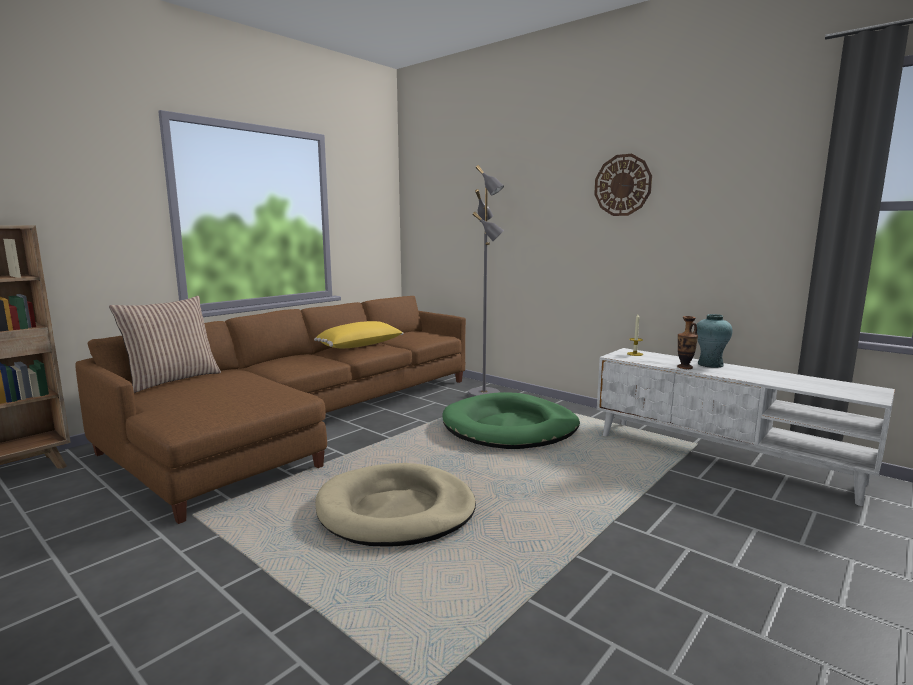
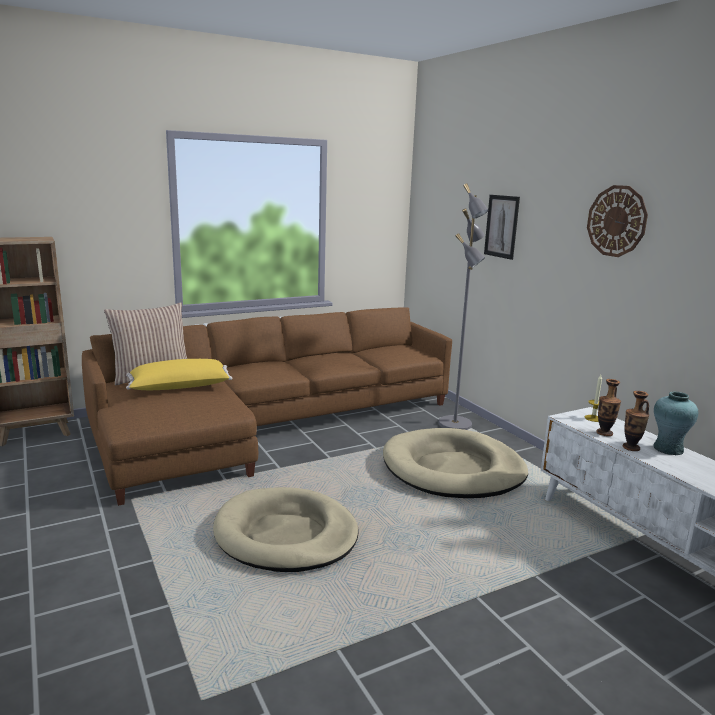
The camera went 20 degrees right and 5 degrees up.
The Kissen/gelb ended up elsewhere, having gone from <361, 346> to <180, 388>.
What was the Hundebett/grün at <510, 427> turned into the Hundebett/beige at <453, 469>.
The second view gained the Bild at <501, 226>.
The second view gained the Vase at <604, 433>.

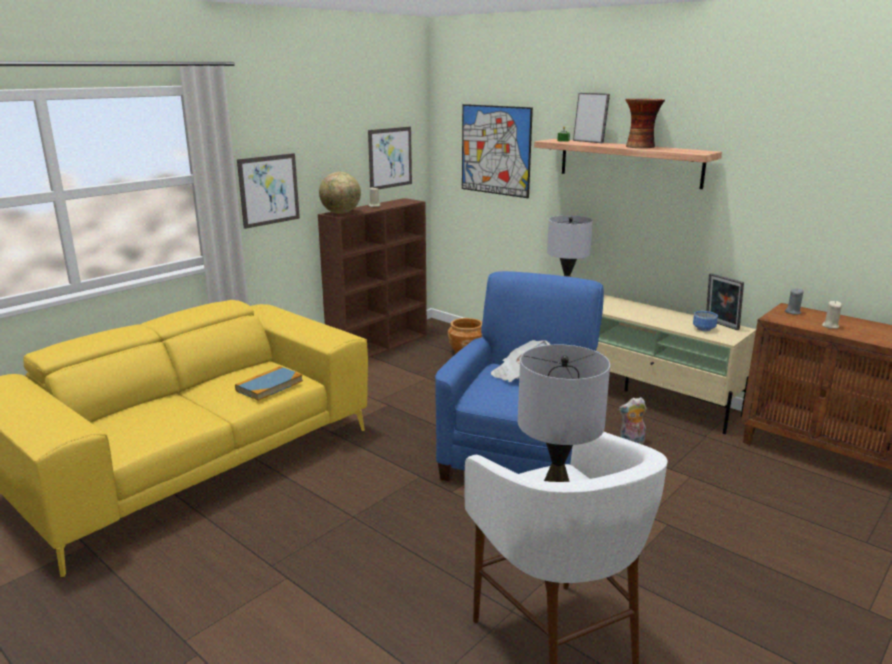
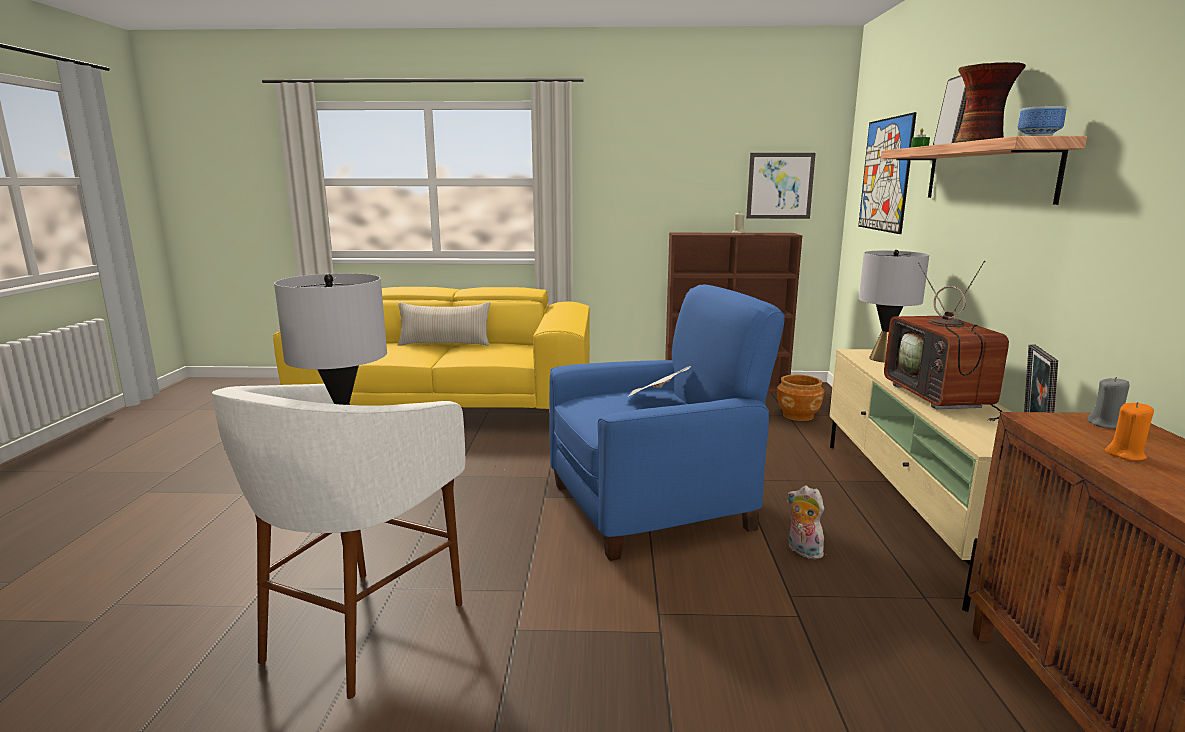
The camera went 50 degrees right and 5 degrees down.
The second view lost the Bild at <269, 190>.
The second view lost the Globus at <341, 213>.
What was the Kerze/beige at <830, 326> turned into the Kerze/orange at <1125, 455>.
The Schüssel ended up elsewhere, having gone from <704, 328> to <1040, 136>.
The second view lost the Buch at <269, 386>.
The second view gained the Fernseher at <942, 397>.
The second view gained the Kissen/beige at <445, 344>.

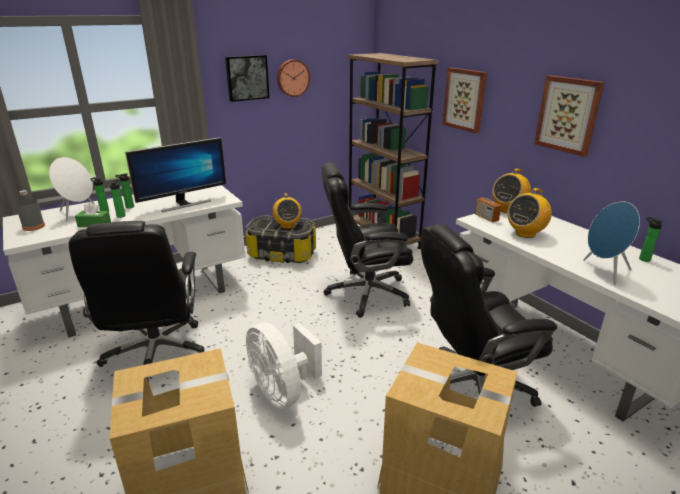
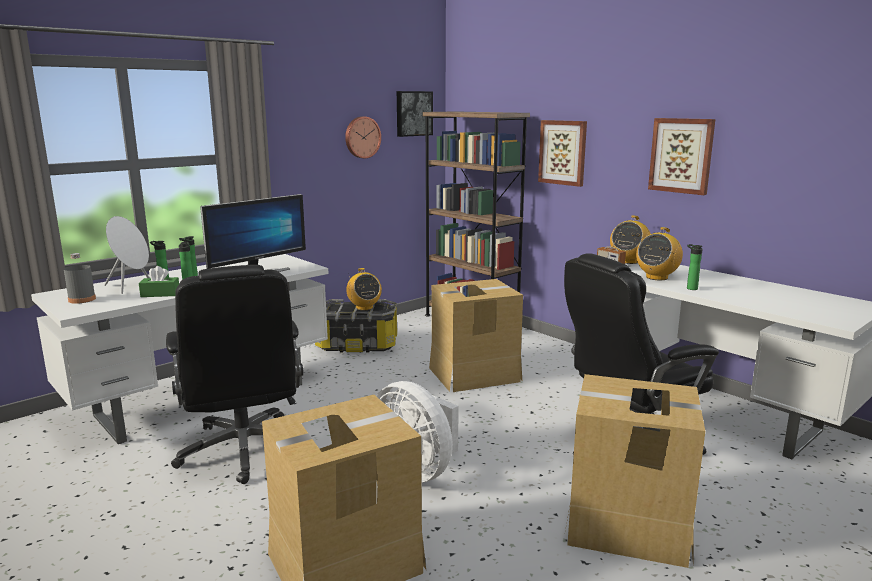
The camera went 10 degrees left and 10 degrees down.
The Bild ended up elsewhere, having gone from <247, 77> to <413, 113>.
Where the Bürostuhl/schwarz stood at <365, 293>, the Karton came to stand at <474, 374>.
The second view lost the Lautsprecher/blau at <604, 272>.
The Flasche ended up elsewhere, having gone from <643, 259> to <690, 288>.

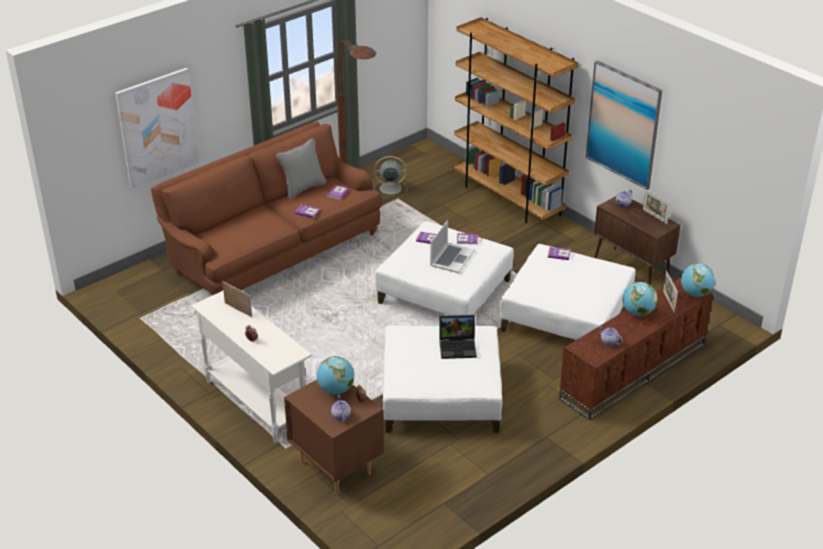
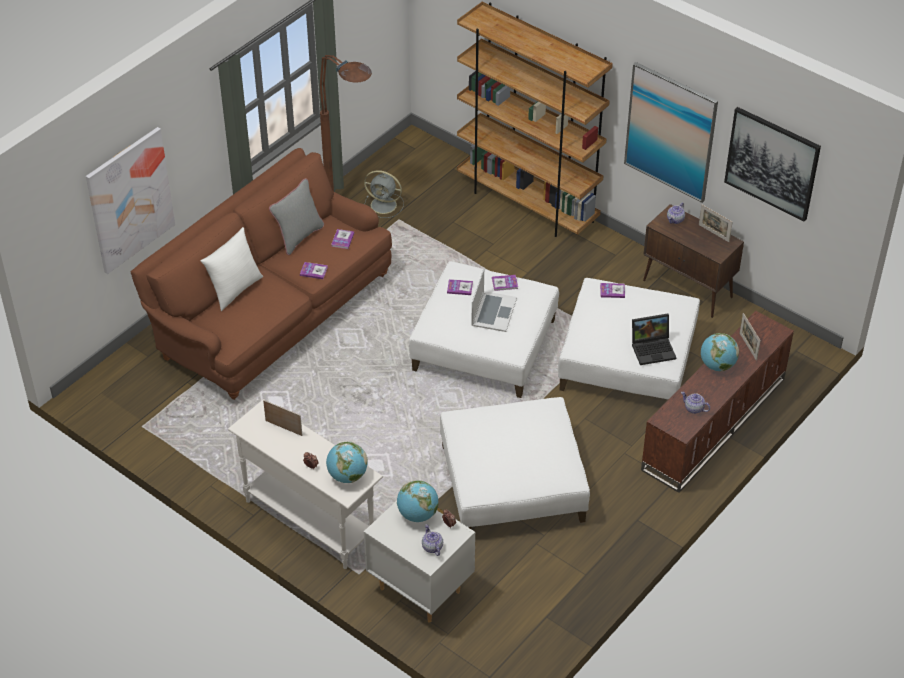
The camera went 10 degrees left and 10 degrees up.
The Ventilator/grau at <389, 188> ended up facing another way, 150 degrees counterclockwise from before.
The Globus ended up elsewhere, having gone from <695, 294> to <347, 476>.
The Laptop ended up elsewhere, having gone from <458, 347> to <653, 348>.
What was the Nachttisch/braun at <336, 467> turned into the Nachttisch/weiß at <420, 589>.
The second view gained the Bild at <772, 163>.
The second view gained the Kissen/weiß at <235, 289>.

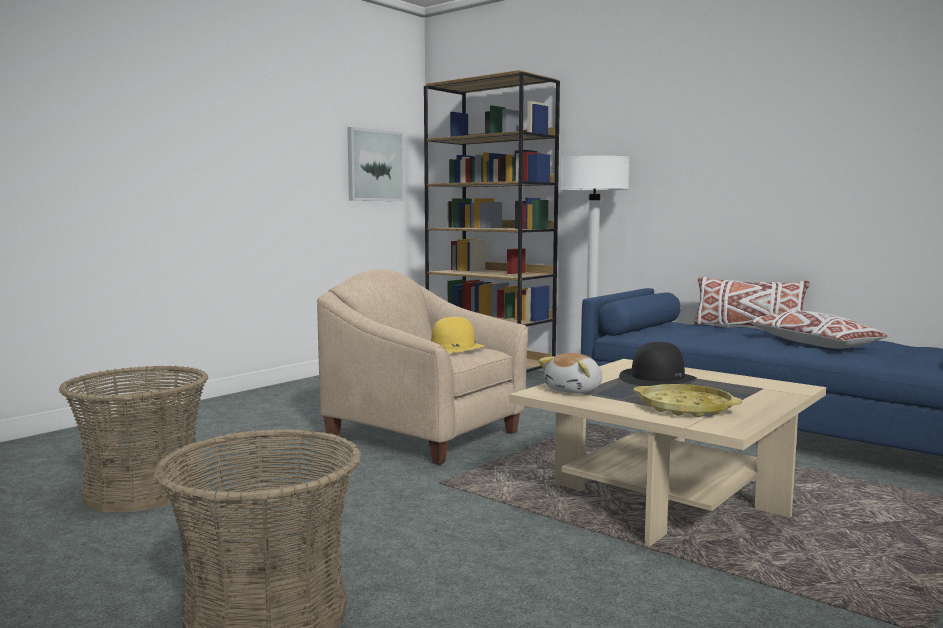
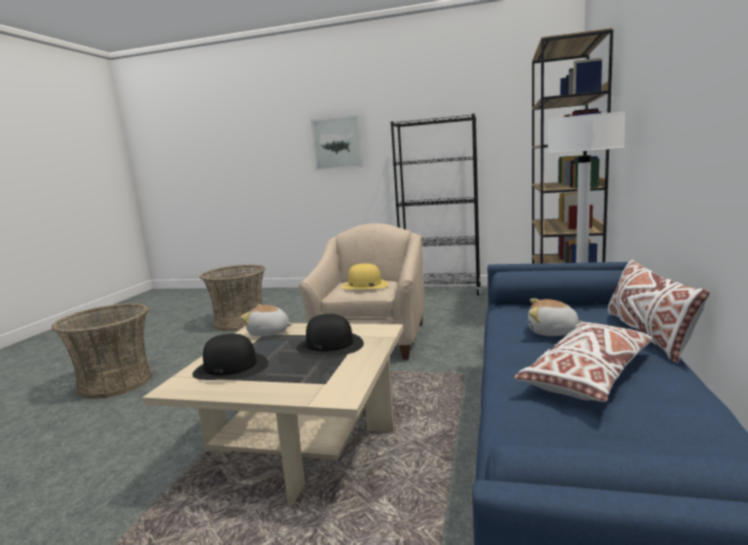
The camera went 65 degrees right and 5 degrees up.
The Bild ended up elsewhere, having gone from <374, 165> to <337, 143>.
Where the Tablett/gelb stood at <685, 408>, the Hut/schwarz came to stand at <231, 368>.
The second view gained the Bücherregal/schwarz at <441, 291>.
The second view gained the Plüschtier at <552, 332>.

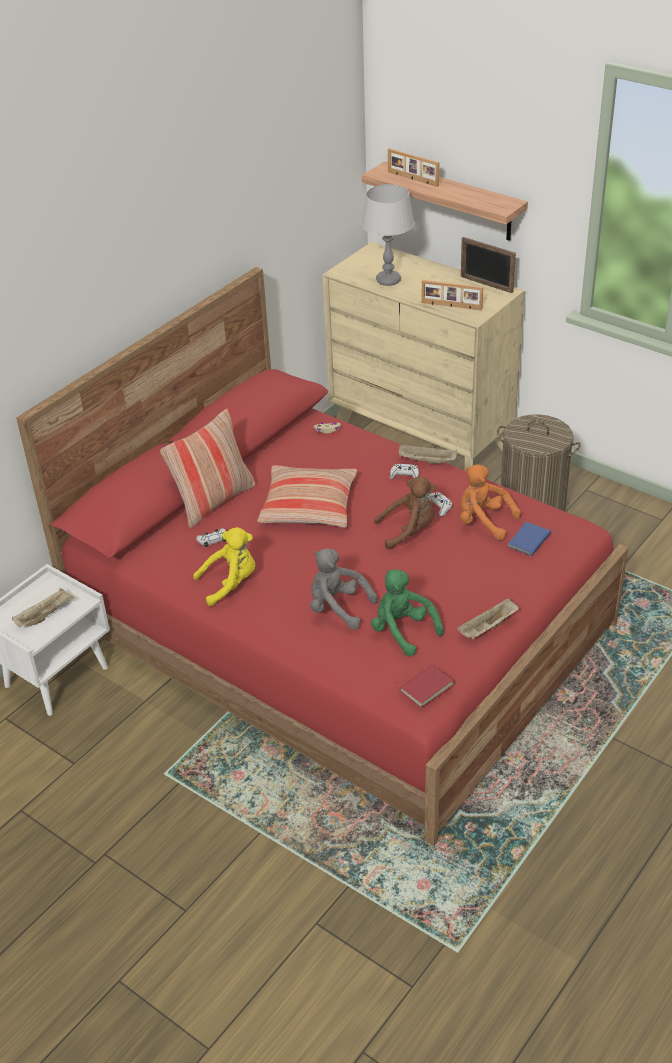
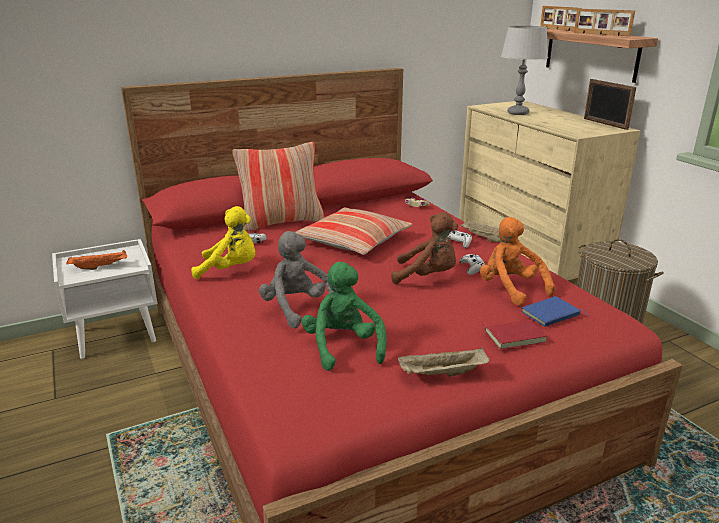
The camera went 25 degrees right and 15 degrees down.
The Bilderrahmen ended up elsewhere, having gone from <451, 306> to <601, 34>.
What was the Tablett/beige at <45, 615> turned into the Tablett/orange at <100, 267>.
The Buch/rot ended up elsewhere, having gone from <425, 687> to <514, 336>.

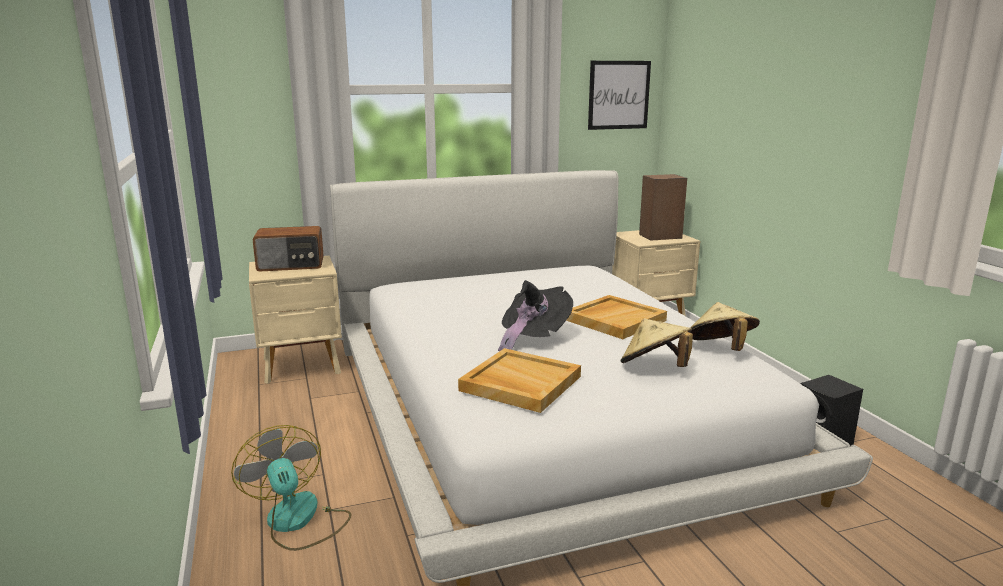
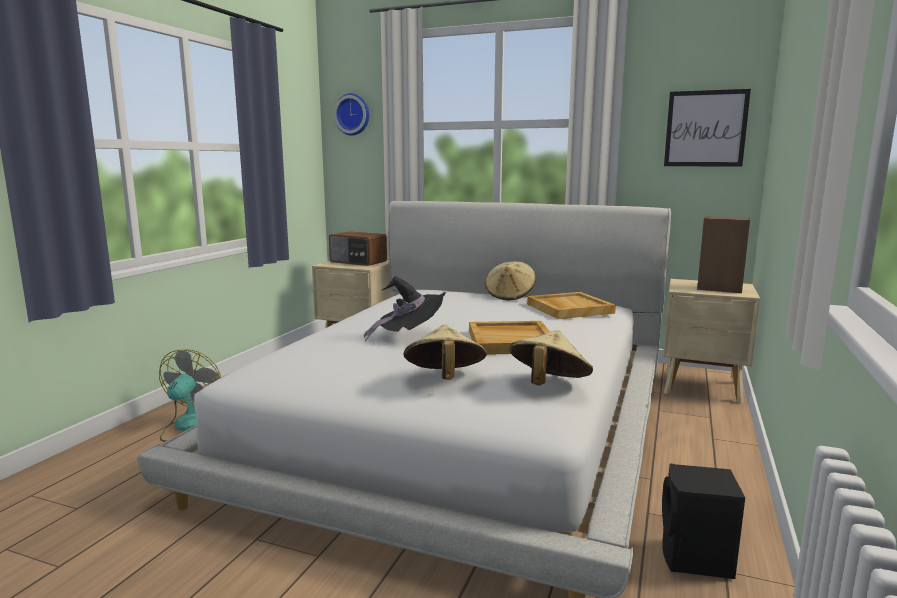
The camera went 40 degrees right and 5 degrees down.
The Tablett/beige ended up elsewhere, having gone from <519, 383> to <568, 308>.
The second view gained the Wanduhr at <353, 114>.
The second view gained the Hut/beige at <510, 296>.

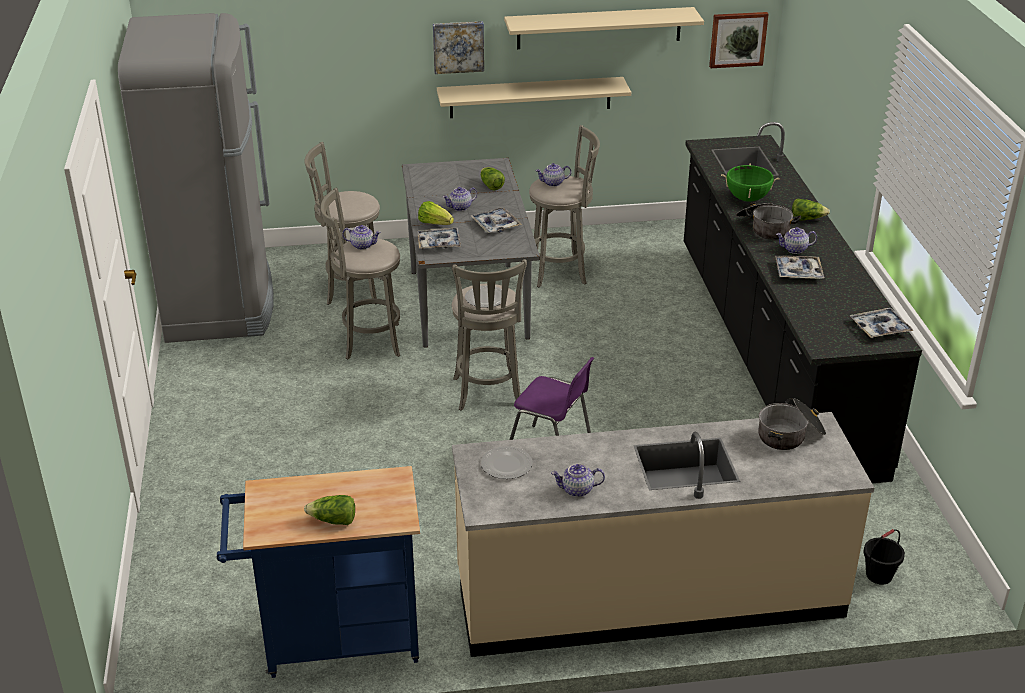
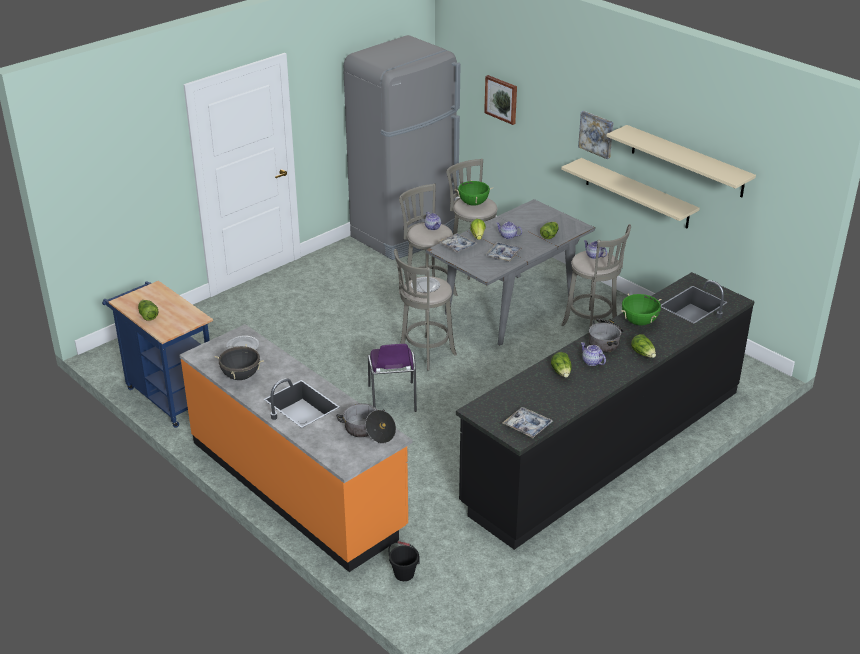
The camera went 55 degrees right and 0 degrees up.
The Bild ended up elsewhere, having gone from <737, 39> to <501, 99>.
Where the Tablett stood at <798, 272>, the Salatkopf came to stand at <561, 372>.
What was the Küchenzeile/beige at <648, 595> turned into the Küchenzeile/orange at <297, 485>.
Where the Teekanne stood at <577, 490>, the Kochtopf/schwarz came to stand at <241, 376>.
The second view gained the Kochtopf/grün at <473, 203>.

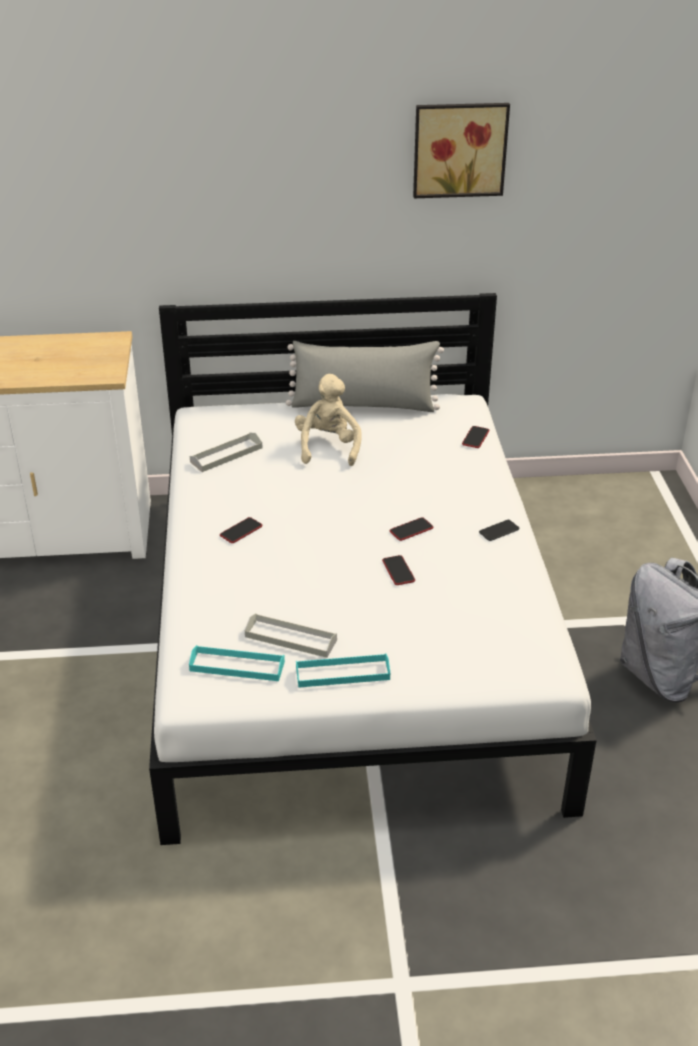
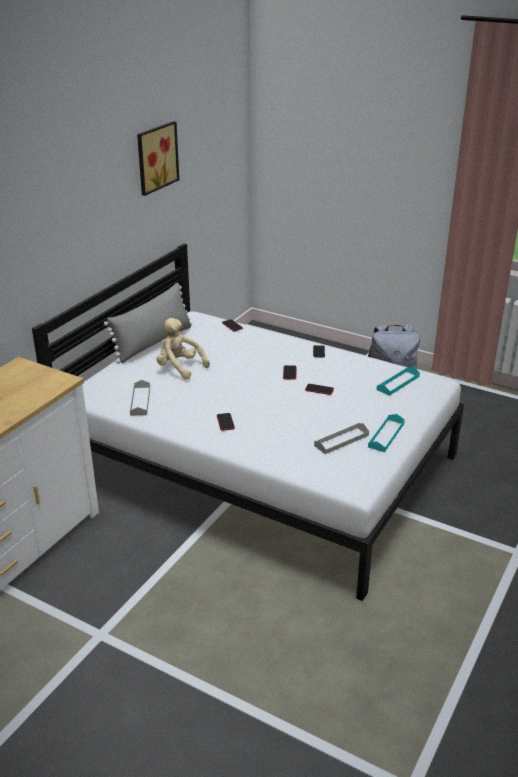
The camera went 55 degrees left and 5 degrees down.
The Tablett/türkis ended up elsewhere, having gone from <237, 666> to <398, 383>.

